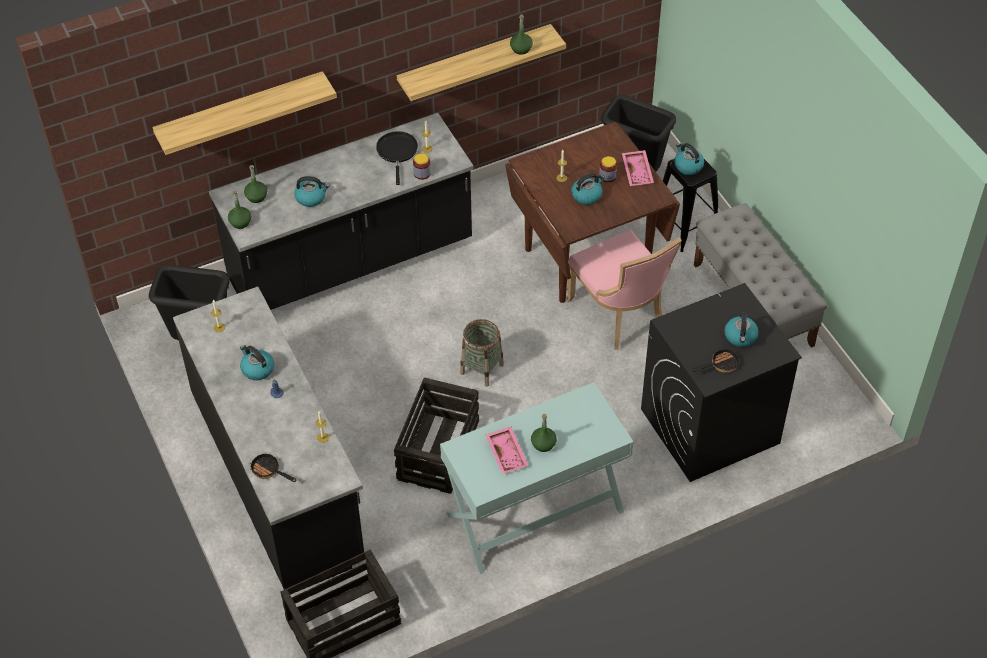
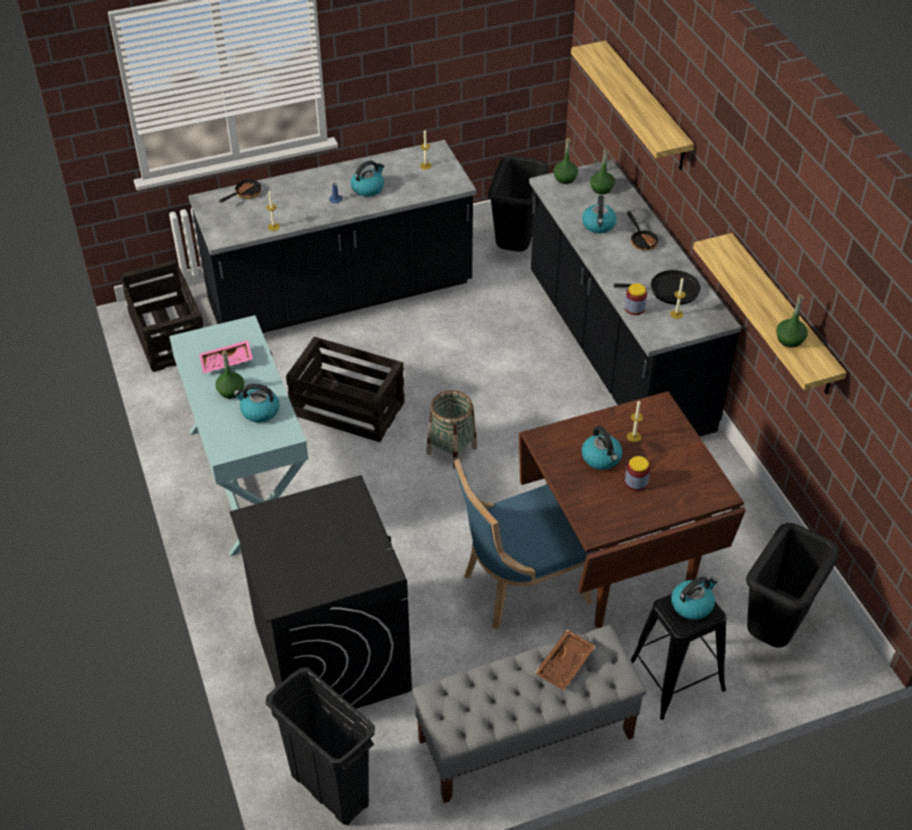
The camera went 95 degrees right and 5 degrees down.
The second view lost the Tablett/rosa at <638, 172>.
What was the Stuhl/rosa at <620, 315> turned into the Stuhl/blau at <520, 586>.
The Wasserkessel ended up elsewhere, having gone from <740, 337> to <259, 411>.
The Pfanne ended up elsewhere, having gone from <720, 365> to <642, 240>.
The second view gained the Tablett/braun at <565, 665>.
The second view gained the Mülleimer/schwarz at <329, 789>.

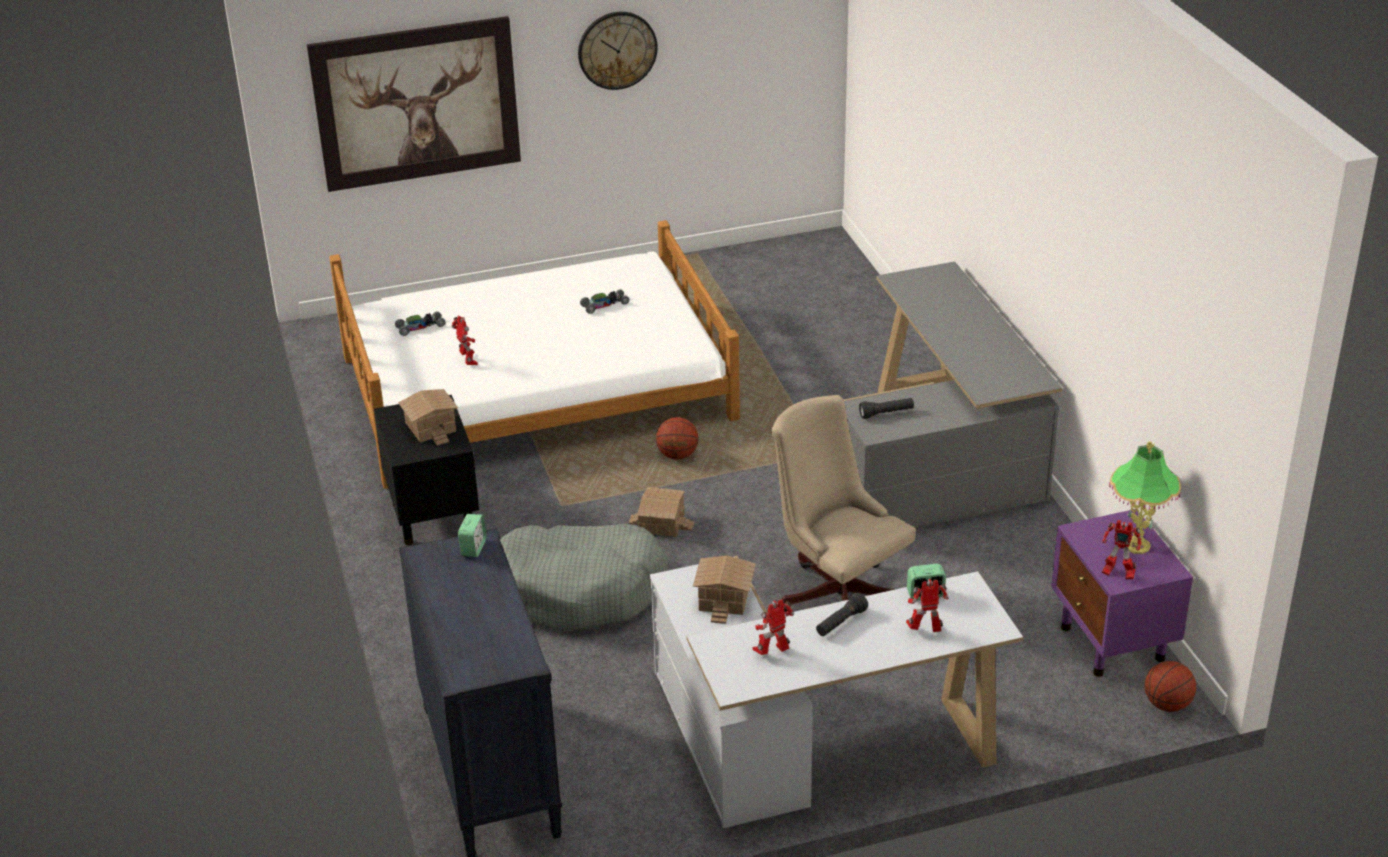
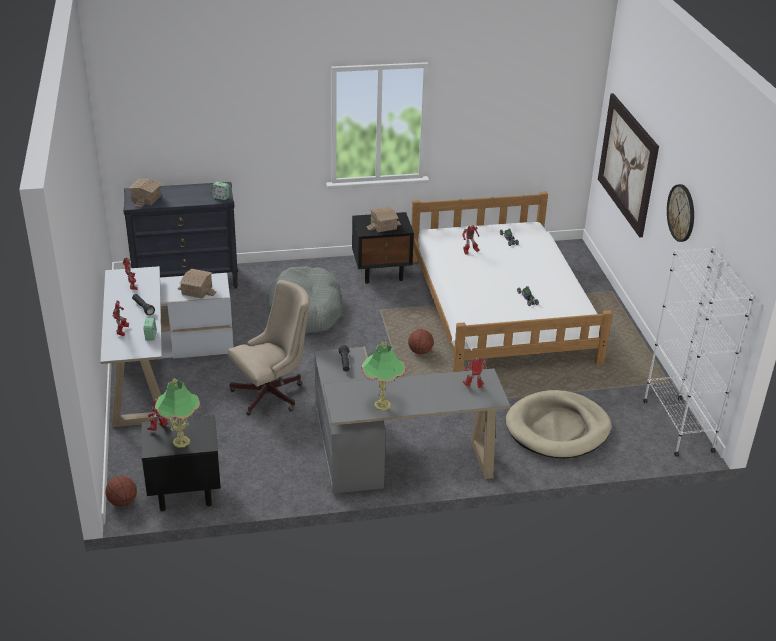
The camera went 95 degrees right and 0 degrees up.
The Spielzeughaus ended up elsewhere, having gone from <661, 522> to <147, 199>.
What was the Nachttisch/lila at <1113, 644> turned into the Nachttisch/schwarz at <184, 492>.
The second view gained the Bücherregal/weiß at <677, 426>.
The second view gained the Tischlampe at <382, 405>.
The second view gained the Spielzeugroboter at <474, 387>.
The second view gained the Hundebett/beige at <557, 428>.

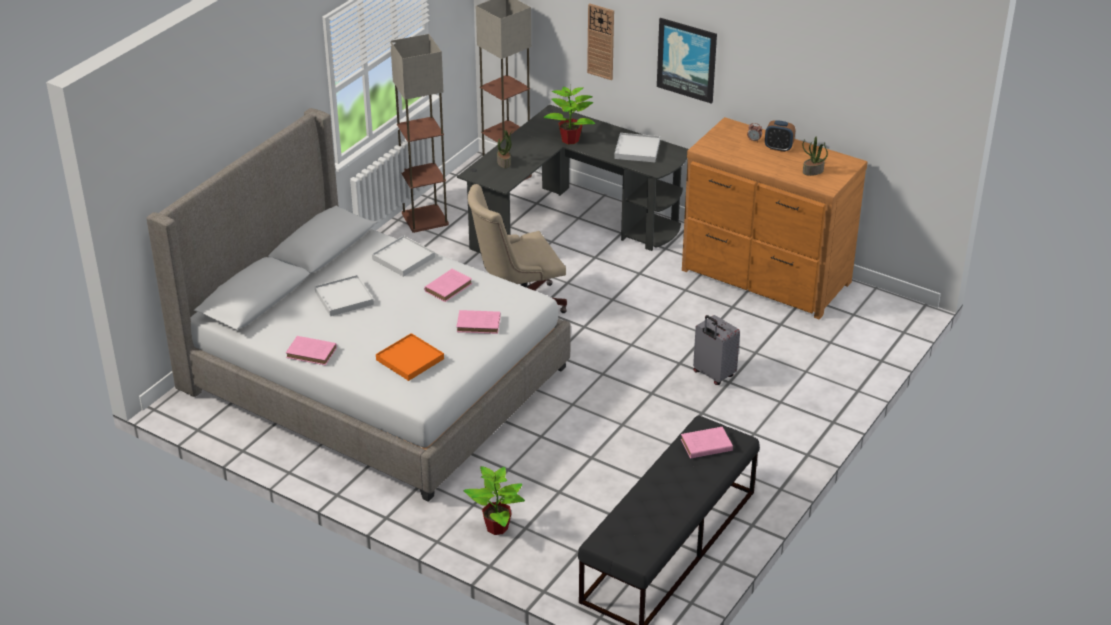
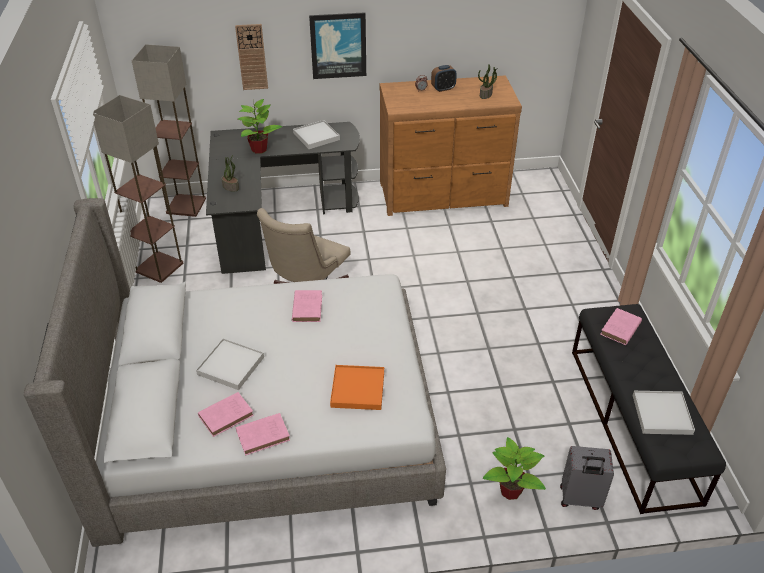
The camera went 40 degrees left and 5 degrees up.
The Tablett/weiß ended up elsewhere, having gone from <403, 258> to <661, 414>.
The Buch/rosa ended up elsewhere, having gone from <480, 324> to <227, 415>.
The Koffer/grau ended up elsewhere, having gone from <713, 375> to <580, 499>.

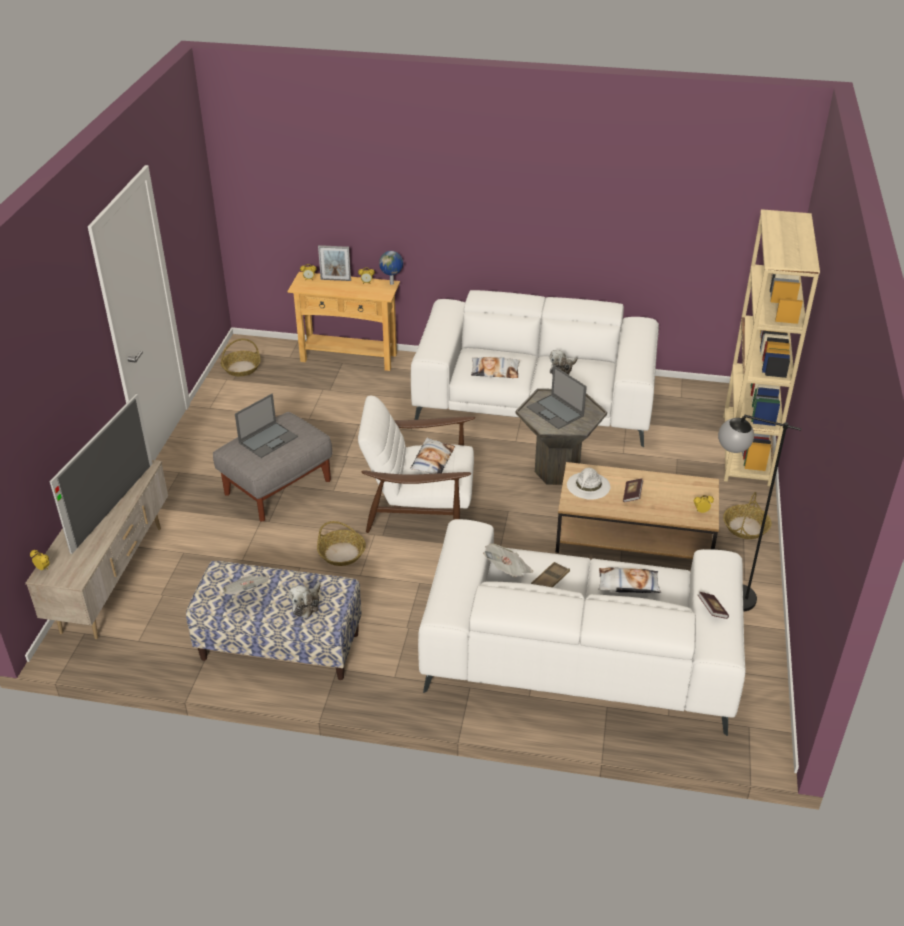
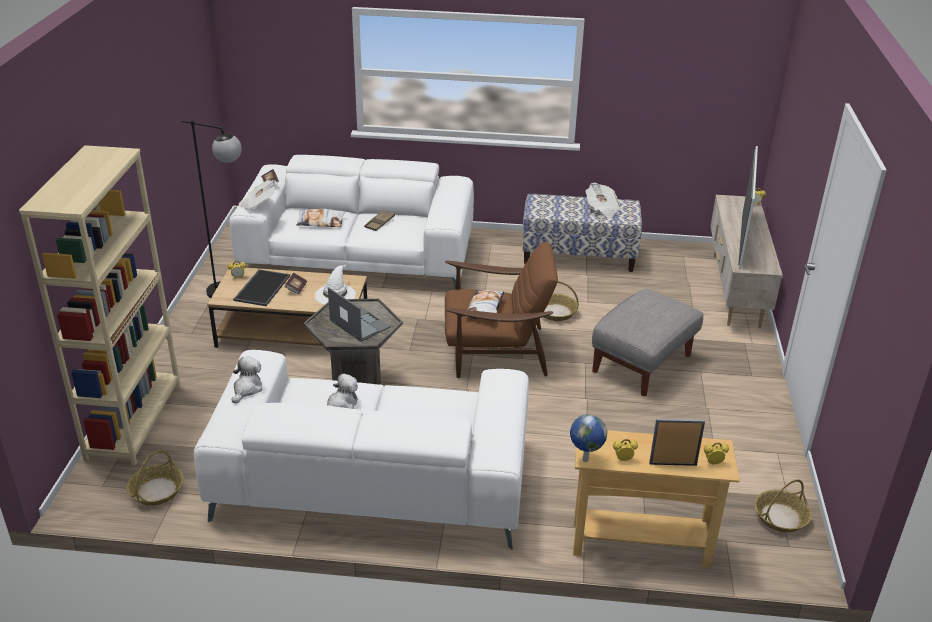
The camera went 175 degrees right and 5 degrees down.
The second view lost the Kissen at <495, 371>.
The second view lost the Laptop at <268, 439>.
What was the Sessel/weiß at <420, 506> turned into the Sessel/braun at <495, 351>.
The Korb ended up elsewhere, having gone from <745, 527> to <157, 490>.
The Zeitung ended up elsewhere, having gone from <508, 570> to <258, 204>.
The Plüschtier ended up elsewhere, having gone from <306, 604> to <247, 389>.
The second view gained the Tablett at <261, 287>.

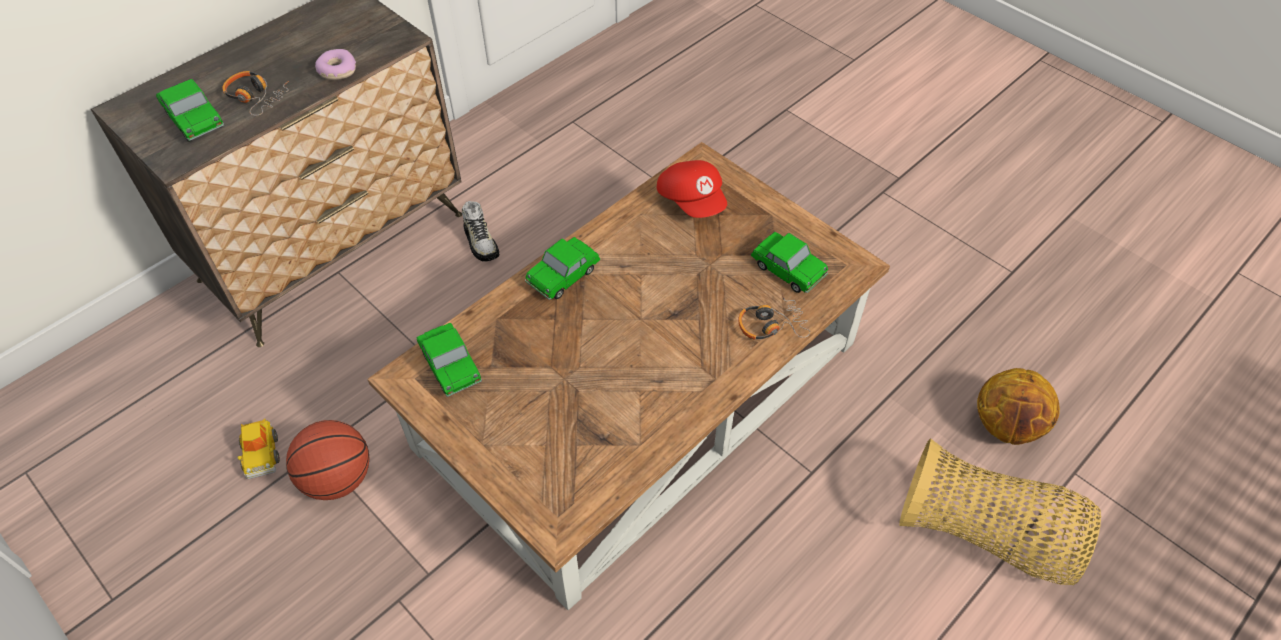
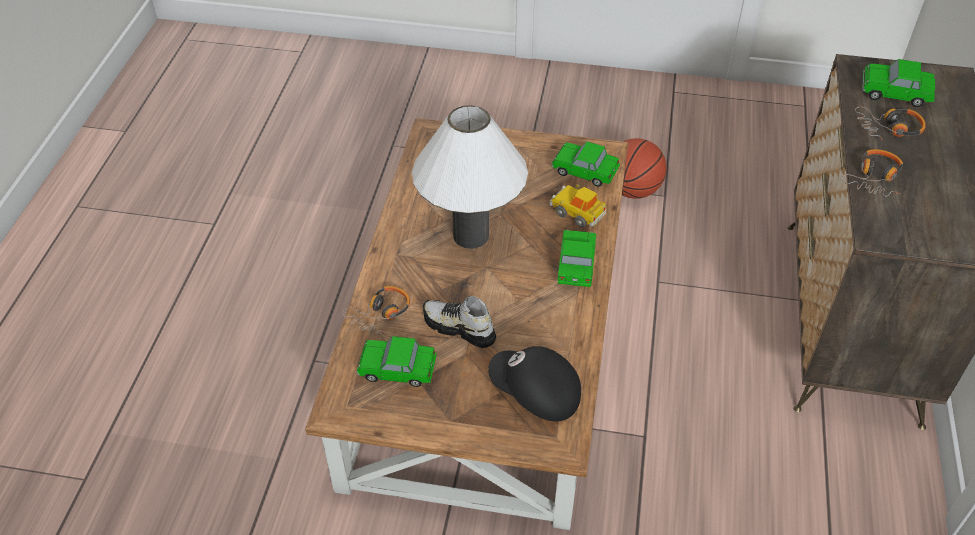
The camera went 145 degrees right and 5 degrees down.
Where the Donut stood at <337, 70>, the Kopfhörer came to stand at <874, 178>.
What was the Kappe/rot at <692, 200> turned into the Kappe/schwarz at <535, 393>.
The Schuh ended up elsewhere, having gone from <481, 242> to <459, 328>.
The second view lost the Basketball at <1007, 426>.
The Spielzeugauto ended up elsewhere, having gone from <261, 454> to <577, 212>.
The second view lost the Korb at <987, 534>.
The second view gained the Tischlampe/weiß at <471, 235>.

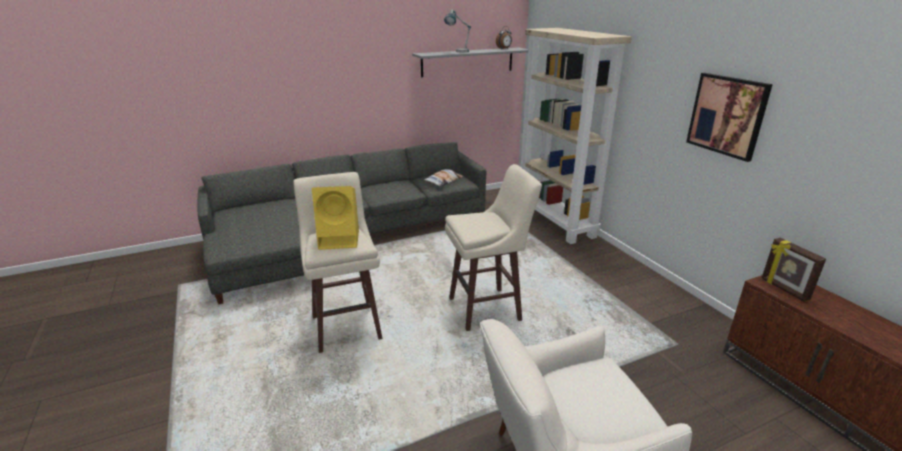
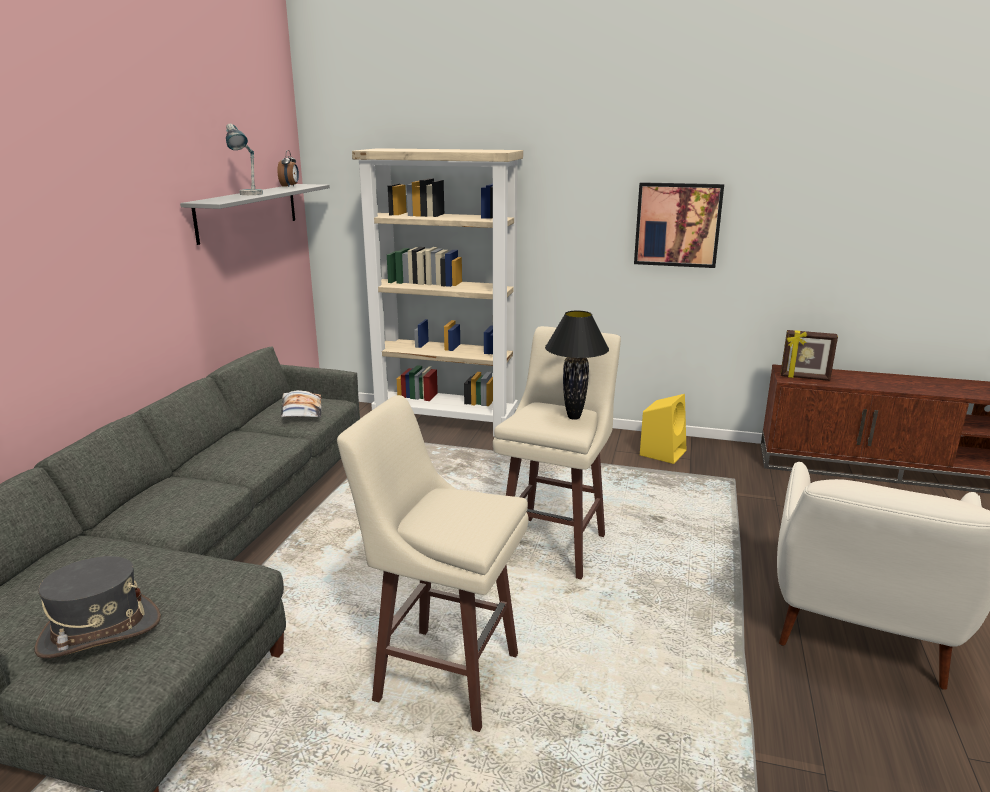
The camera went 50 degrees left and 5 degrees down.
The Lautsprecher/gelb ended up elsewhere, having gone from <340, 239> to <663, 452>.
The second view gained the Tischlampe/schwarz at <574, 417>.
The second view gained the Hut/grau at <99, 632>.

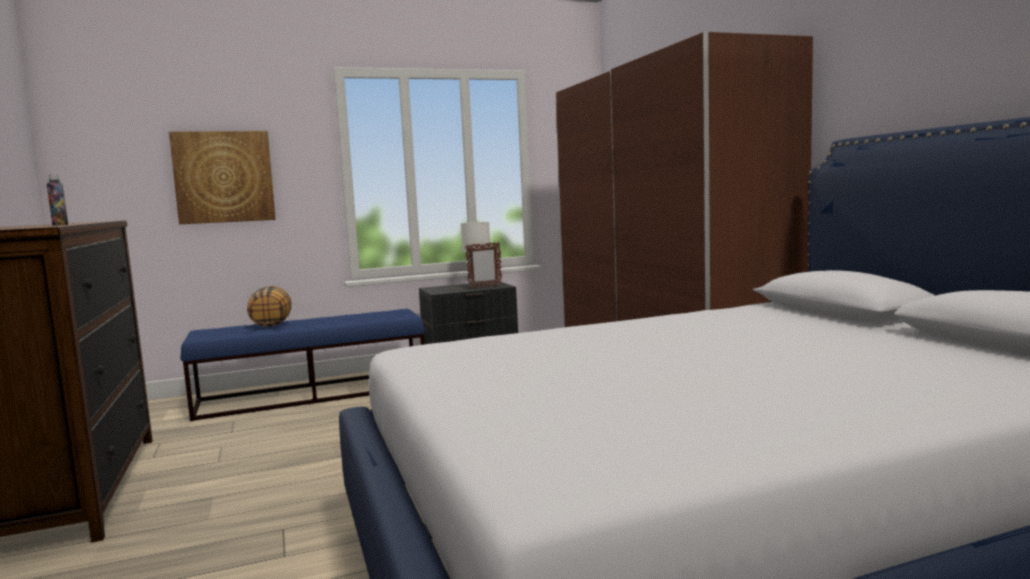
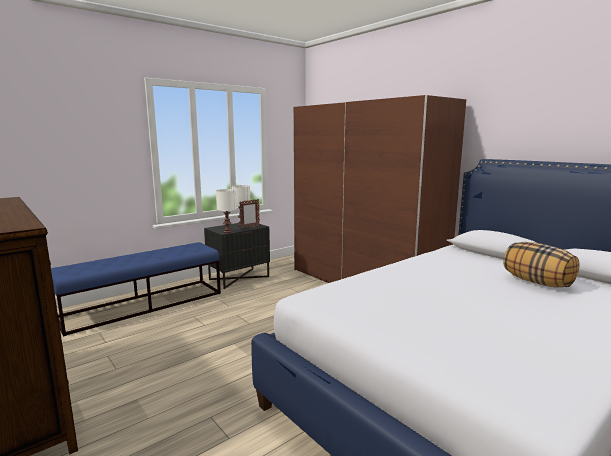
The camera went 20 degrees left and 5 degrees up.
The second view lost the Bild at <224, 177>.
The second view lost the Flasche at <60, 225>.
The Kissen ended up elsewhere, having gone from <272, 324> to <537, 282>.
The second view gained the Tischlampe/weiß at <228, 232>.

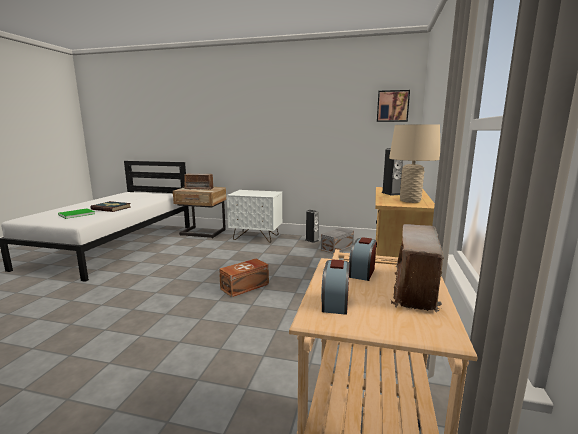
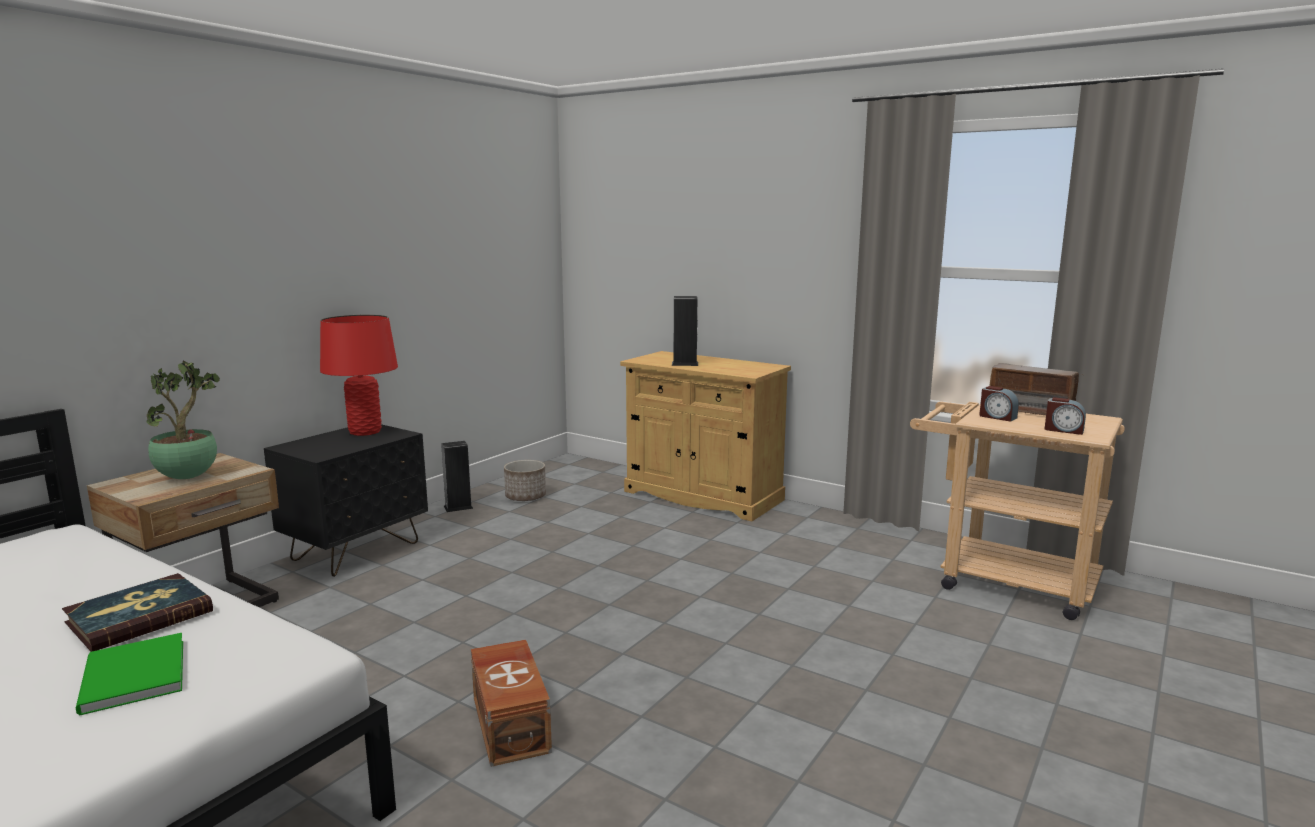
The camera went 70 degrees left and 0 degrees up.
The second view lost the Bild at <392, 106>.
The second view lost the Tischlampe/beige at <410, 201>.
Where the Radio stood at <199, 189>, the Topfpflanze came to stand at <189, 477>.
What was the Nachttisch/weiß at <256, 237> turned into the Nachttisch/schwarz at <356, 551>.
Where the Aufbewahrungsbox/grau stood at <338, 248>, the Pflanzkübel came to stand at <526, 497>.
The Aufbewahrungsbox/braun ended up elsewhere, having gone from <245, 286> to <512, 722>.
The second view gained the Tischlampe/rot at <365, 432>.

